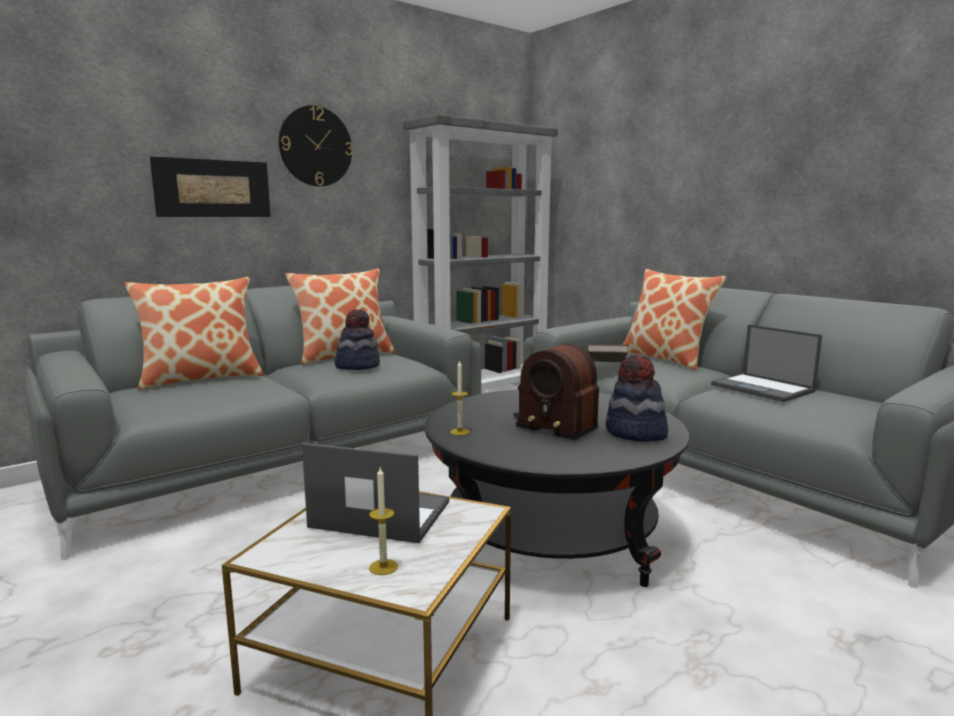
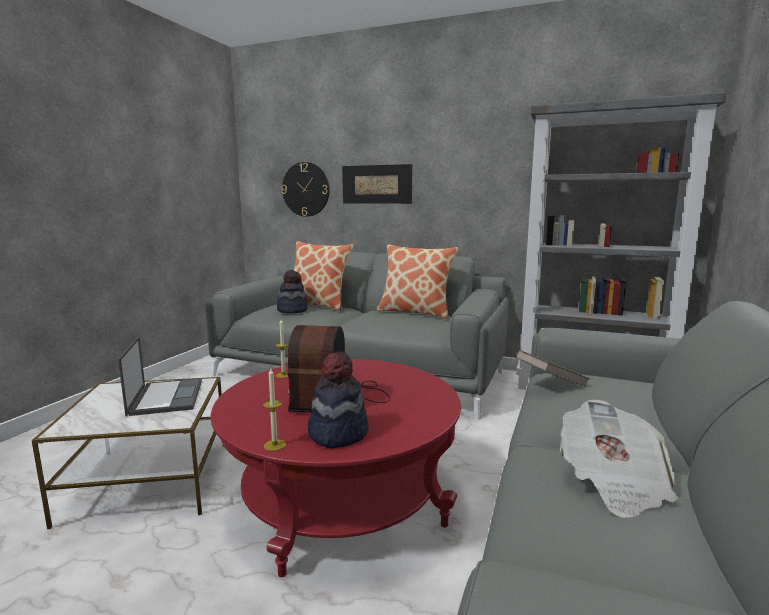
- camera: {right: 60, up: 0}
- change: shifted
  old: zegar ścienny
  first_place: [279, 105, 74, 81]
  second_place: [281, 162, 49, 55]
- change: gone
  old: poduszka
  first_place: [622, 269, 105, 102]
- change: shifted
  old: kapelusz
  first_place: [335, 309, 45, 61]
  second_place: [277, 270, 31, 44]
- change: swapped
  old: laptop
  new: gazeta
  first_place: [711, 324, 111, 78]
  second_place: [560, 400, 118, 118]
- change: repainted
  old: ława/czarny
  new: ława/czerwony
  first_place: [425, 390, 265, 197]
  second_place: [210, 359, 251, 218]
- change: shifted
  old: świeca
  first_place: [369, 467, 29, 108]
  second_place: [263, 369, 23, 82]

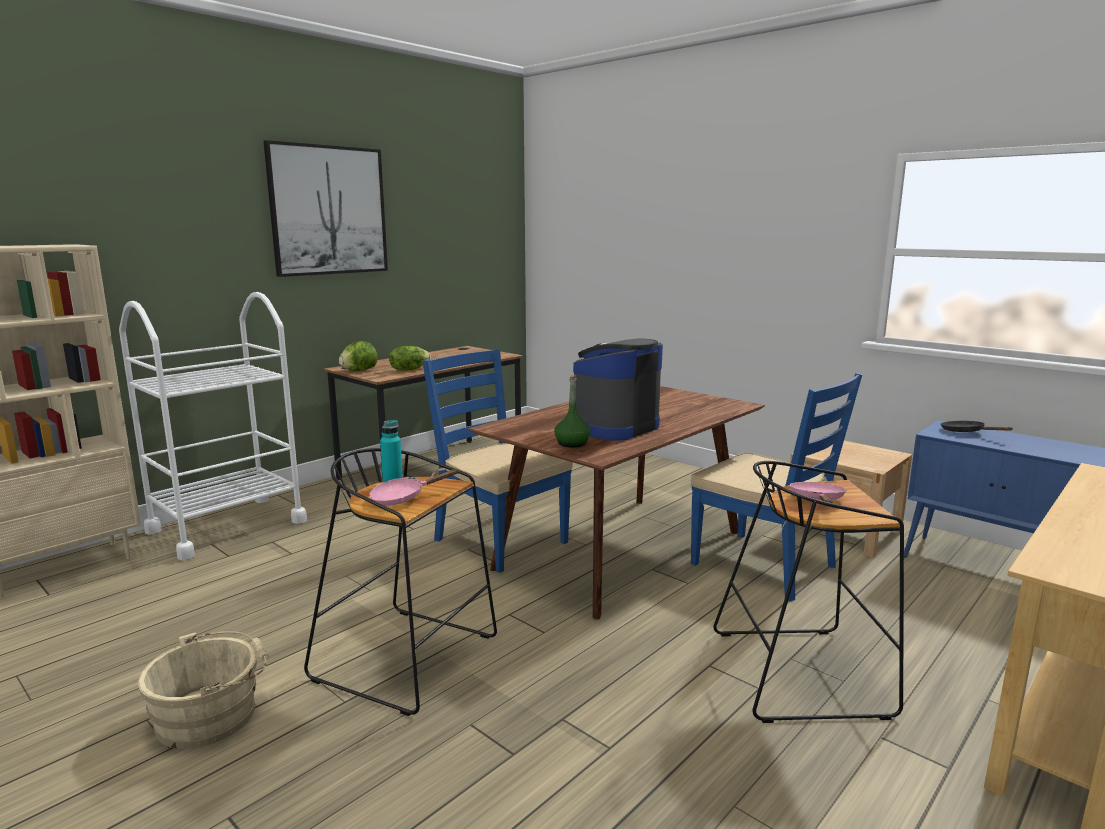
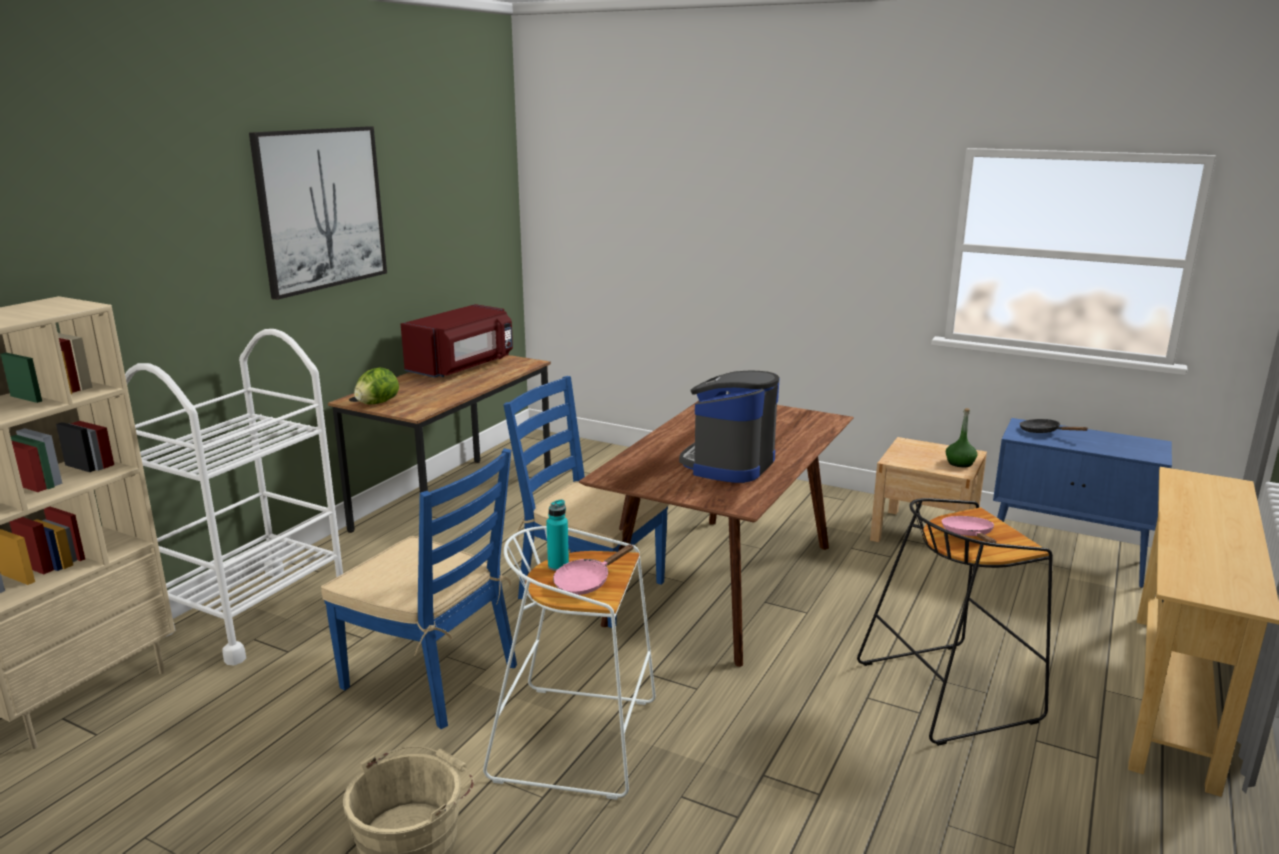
- camera: {right: -15, up: 5}
- change: gone
  old: sałata
  first_place: [389, 346, 41, 25]
- change: shifted
  old: krzesło/niebieski
  first_place: [691, 372, 171, 229]
  second_place: [321, 448, 196, 281]
- change: shifted
  old: butelka/zielony
  first_place: [554, 375, 37, 72]
  second_place: [946, 408, 31, 59]
- change: repainted
  old: stołek/czarny
  new: stołek/biały
  first_place: [304, 448, 193, 268]
  second_place: [483, 526, 173, 274]
- change: new
  new: mikrofalówka/czerwony
  second_place: [401, 304, 112, 74]

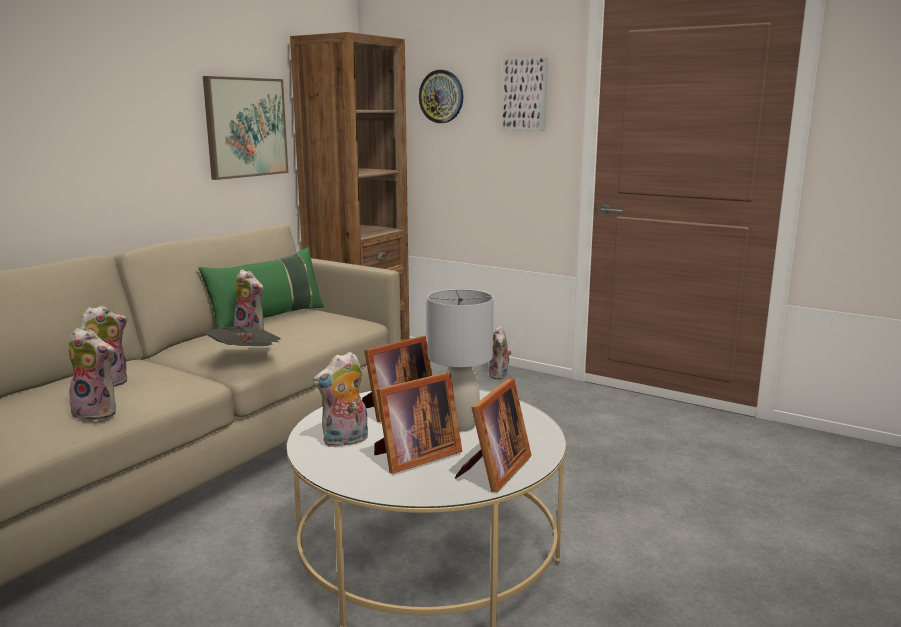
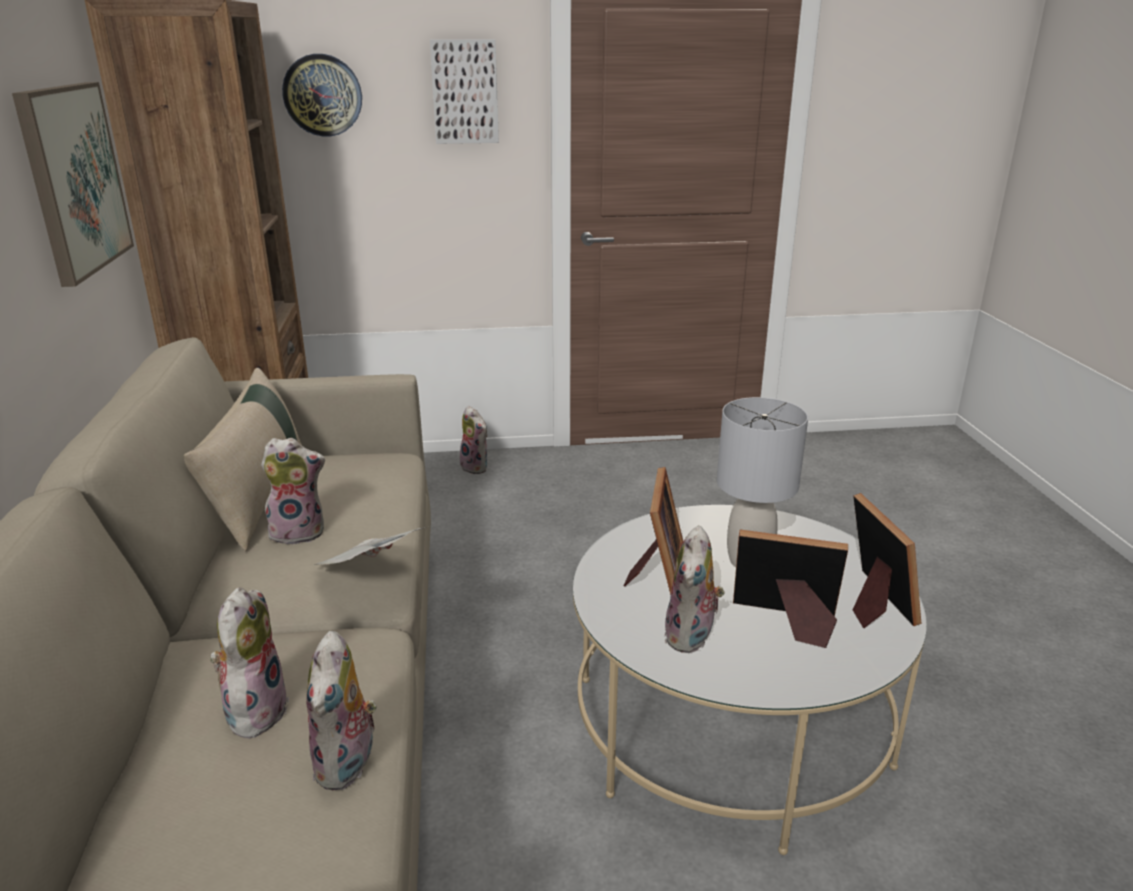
- camera: {right: -40, up: 10}
- change: repainted
  old: poduszka/zielony
  new: poduszka/beżowy
  first_place: [199, 247, 125, 82]
  second_place: [184, 368, 118, 183]
- change: rotated
  old: pluszak
  first_place: [68, 328, 48, 92]
  second_place: [306, 631, 71, 159]
  degrees: 120
- change: rotated
  old: ramka na zdjęcie
  first_place: [374, 372, 88, 102]
  second_place: [733, 530, 115, 118]
  degrees: -90

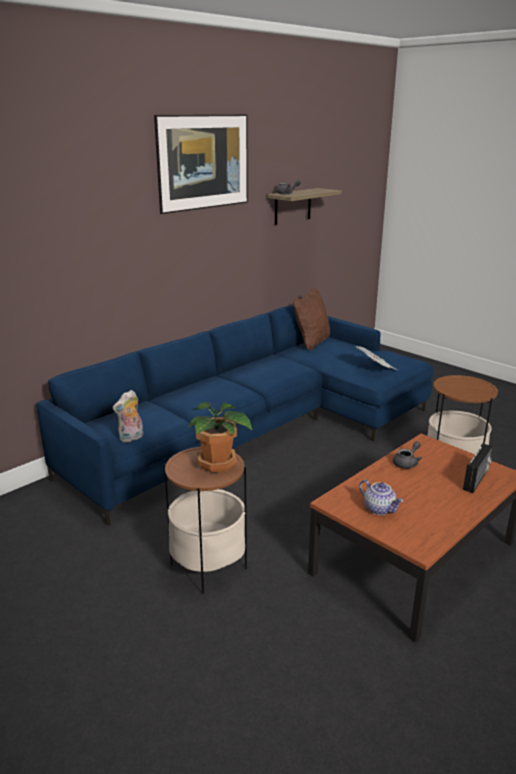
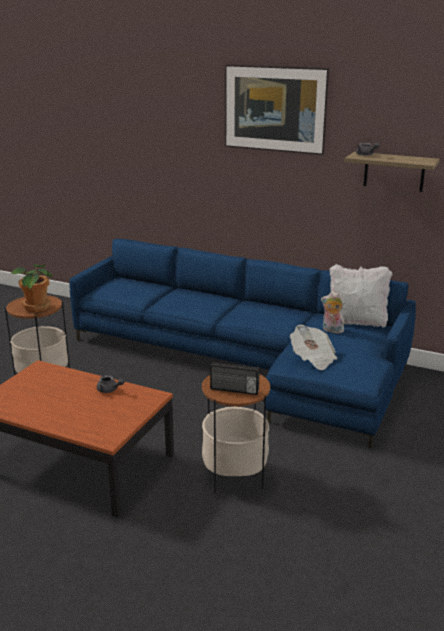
- camera: {right: 70, up: 0}
- change: repainted
  old: poduszka/brązowy
  new: poduszka/biały
  first_place: [293, 288, 37, 63]
  second_place: [330, 264, 62, 64]
- change: shifted
  old: pluszak
  first_place: [113, 390, 30, 52]
  second_place: [321, 292, 23, 42]
- change: shifted
  old: radio
  first_place: [463, 443, 29, 50]
  second_place: [210, 361, 50, 34]
- change: gone
  old: imbryk
  first_place: [359, 479, 44, 36]

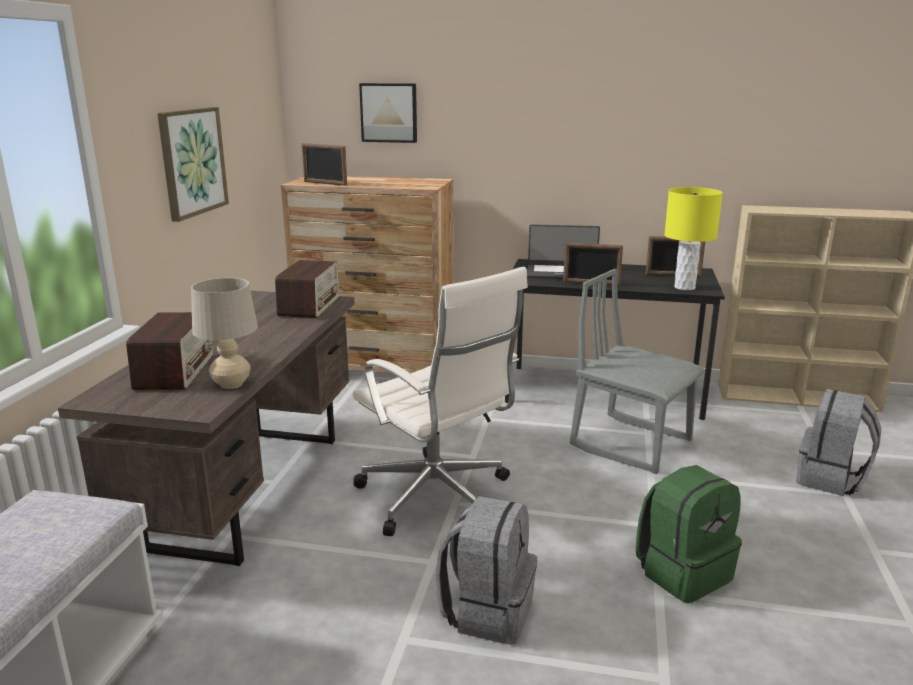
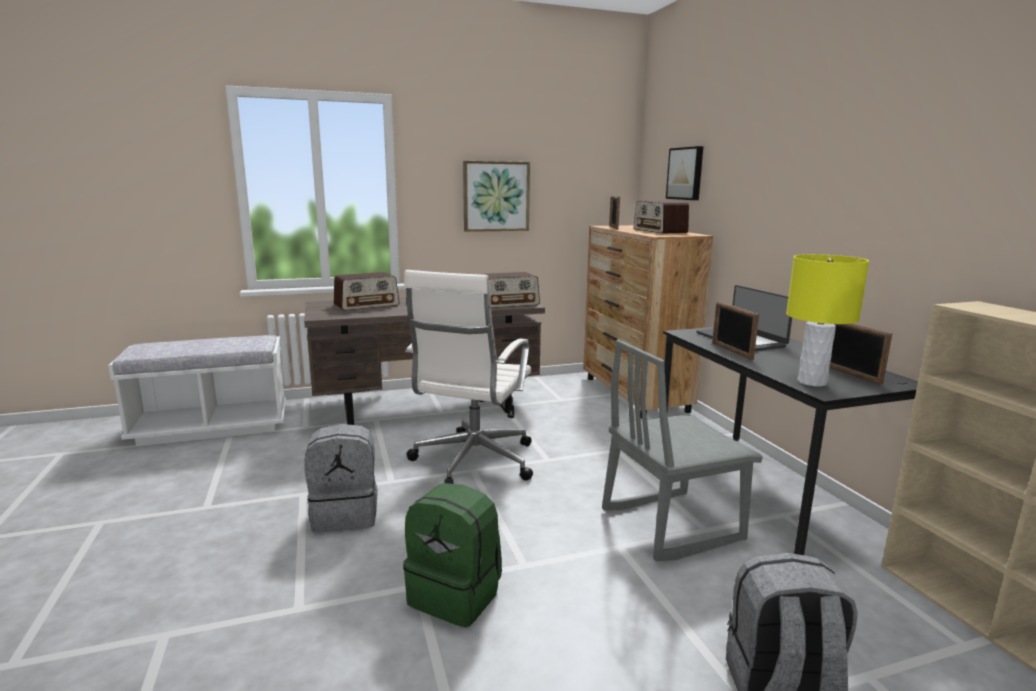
- camera: {right: 60, up: -5}
- change: rotated
  old: krzesło/szary
  first_place: [570, 269, 135, 205]
  second_place: [602, 340, 161, 222]
  degrees: -120
- change: gone
  old: lampa stołowa/beżowy
  first_place: [191, 278, 67, 111]
- change: new
  new: radio
  second_place: [634, 201, 55, 33]

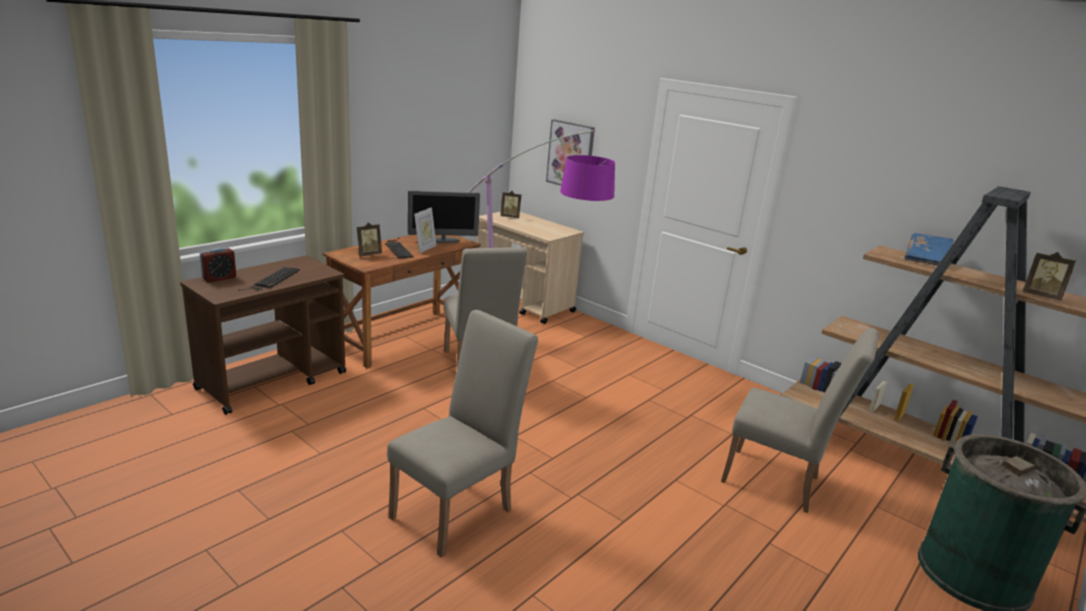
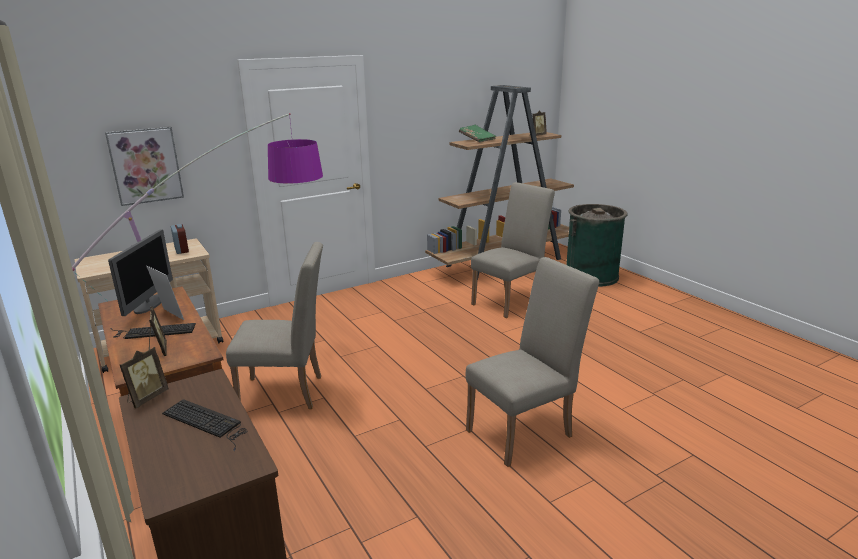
- camera: {right: -70, up: 0}
- change: shifted
  old: ramka na zdjęcie
  first_place: [500, 191, 21, 27]
  second_place: [120, 347, 49, 61]
- change: repainted
  old: książka/niebieski
  new: książka/zielony
  first_place: [904, 233, 50, 33]
  second_place: [459, 125, 37, 18]
- change: shifted
  old: budzik
  first_place: [200, 247, 36, 35]
  second_place: [171, 224, 18, 30]
- change: rotated
  old: krzesło/beżowy
  first_place: [387, 310, 151, 248]
  second_place: [466, 257, 133, 210]
  degrees: 90

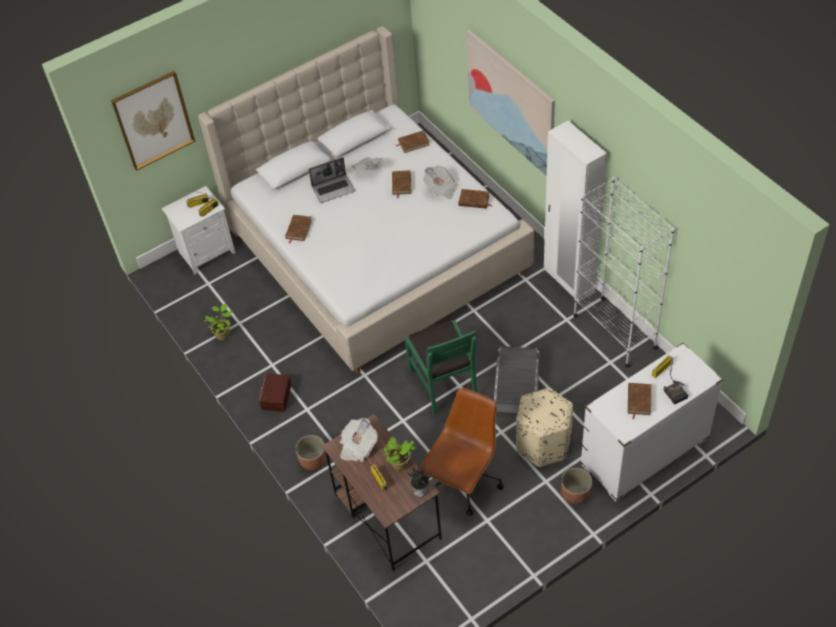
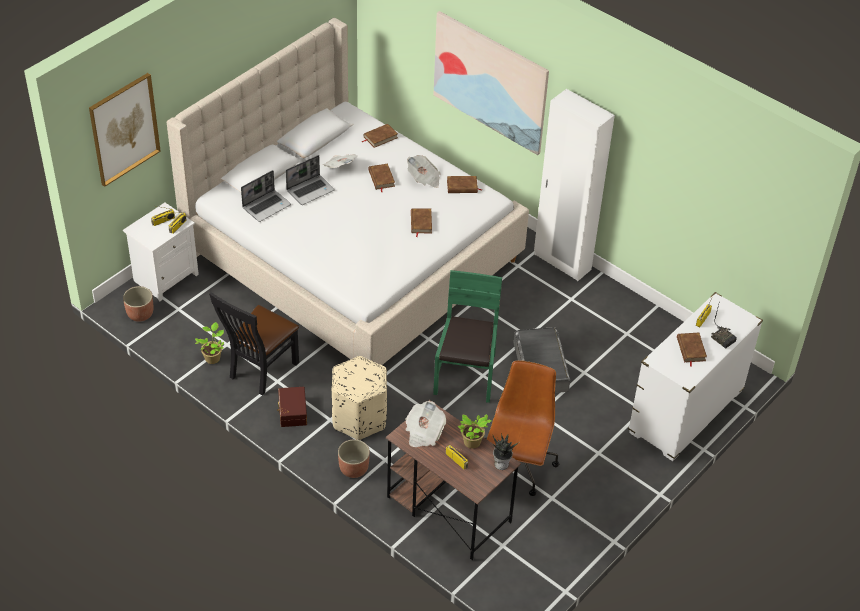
- camera: {right: -20, up: -5}
- change: gone
  old: regał/biały
  first_place: [573, 177, 102, 191]
- change: shifted
  old: książka/brązowy
  first_place: [285, 215, 27, 28]
  second_place: [411, 208, 21, 29]
- change: rotated
  old: krzesło/zielony
  first_place: [405, 320, 73, 94]
  second_place: [433, 270, 69, 133]
  degrees: -135
- change: shifted
  old: pufa/beżowy
  first_place: [516, 388, 57, 79]
  second_place: [332, 356, 55, 84]
- change: shifted
  old: donica
  first_place: [561, 468, 31, 37]
  second_place: [123, 286, 30, 36]
- change: new
  new: laptop
  second_place: [241, 170, 50, 52]
- change: new
  new: krzesło/czarny
  second_place: [209, 292, 90, 104]

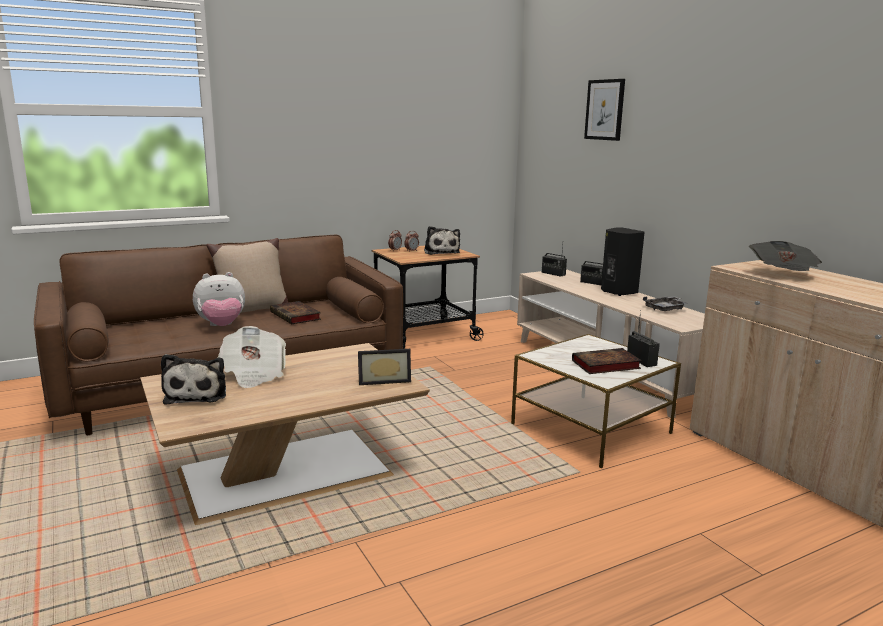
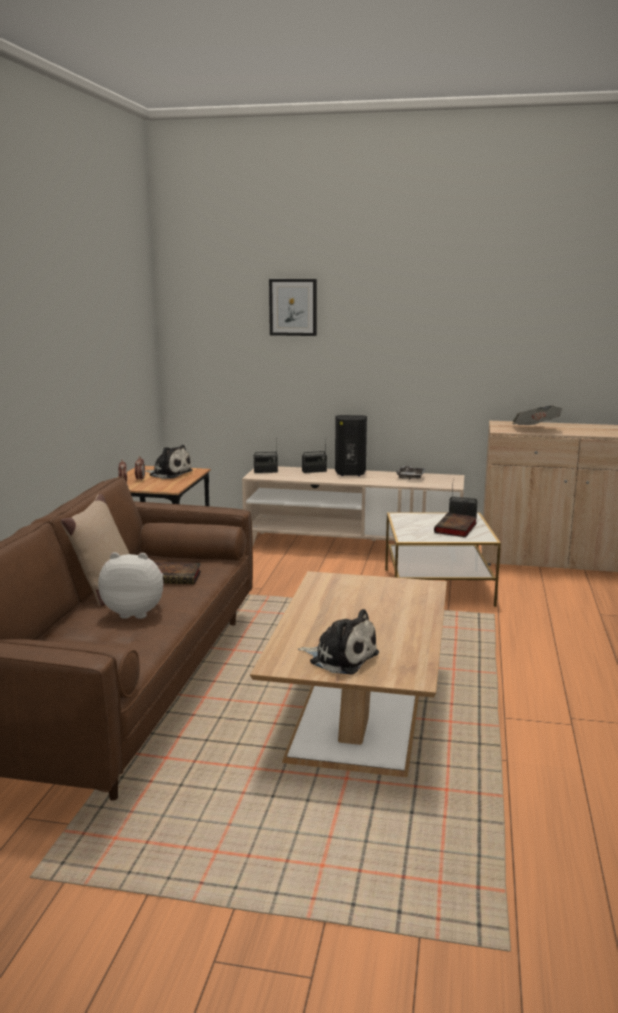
- camera: {right: -50, up: 0}
- change: rotated
  old: pluszak
  first_place: [193, 272, 52, 54]
  second_place: [98, 552, 65, 67]
  degrees: -105
- change: gone
  old: gazeta
  first_place: [217, 326, 69, 62]
- change: gone
  old: ramka na zdjęcie
  first_place: [358, 349, 53, 36]

